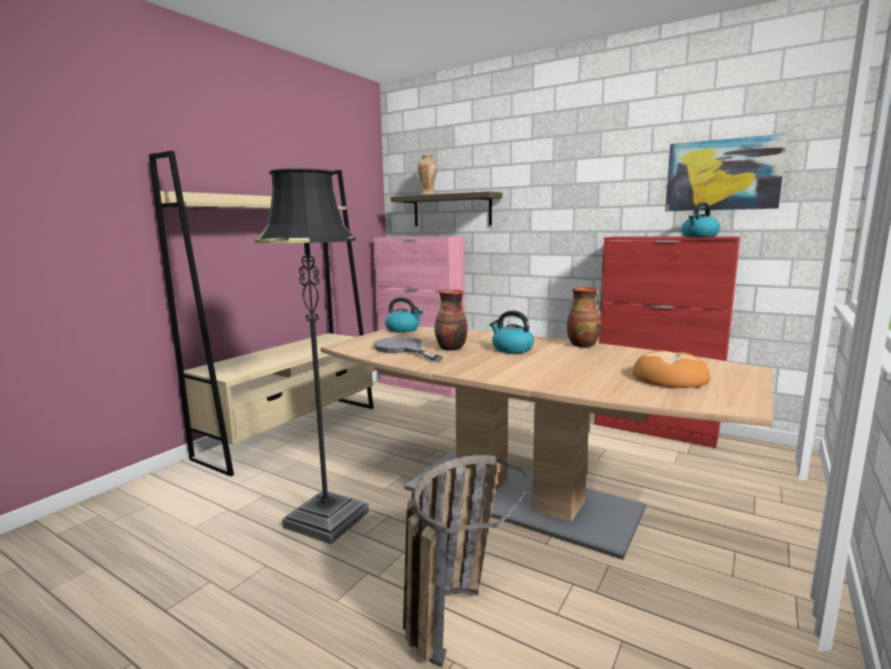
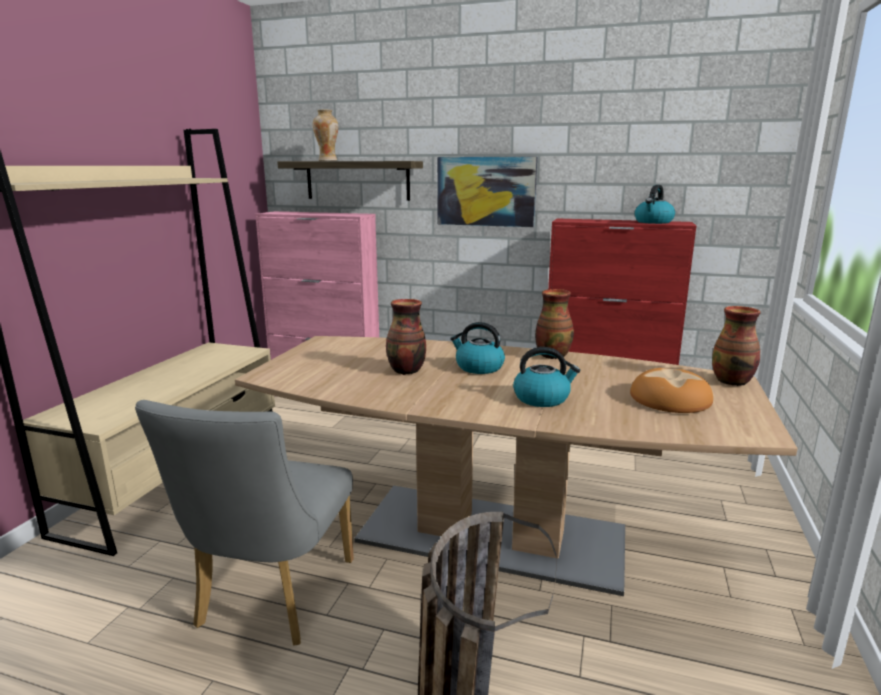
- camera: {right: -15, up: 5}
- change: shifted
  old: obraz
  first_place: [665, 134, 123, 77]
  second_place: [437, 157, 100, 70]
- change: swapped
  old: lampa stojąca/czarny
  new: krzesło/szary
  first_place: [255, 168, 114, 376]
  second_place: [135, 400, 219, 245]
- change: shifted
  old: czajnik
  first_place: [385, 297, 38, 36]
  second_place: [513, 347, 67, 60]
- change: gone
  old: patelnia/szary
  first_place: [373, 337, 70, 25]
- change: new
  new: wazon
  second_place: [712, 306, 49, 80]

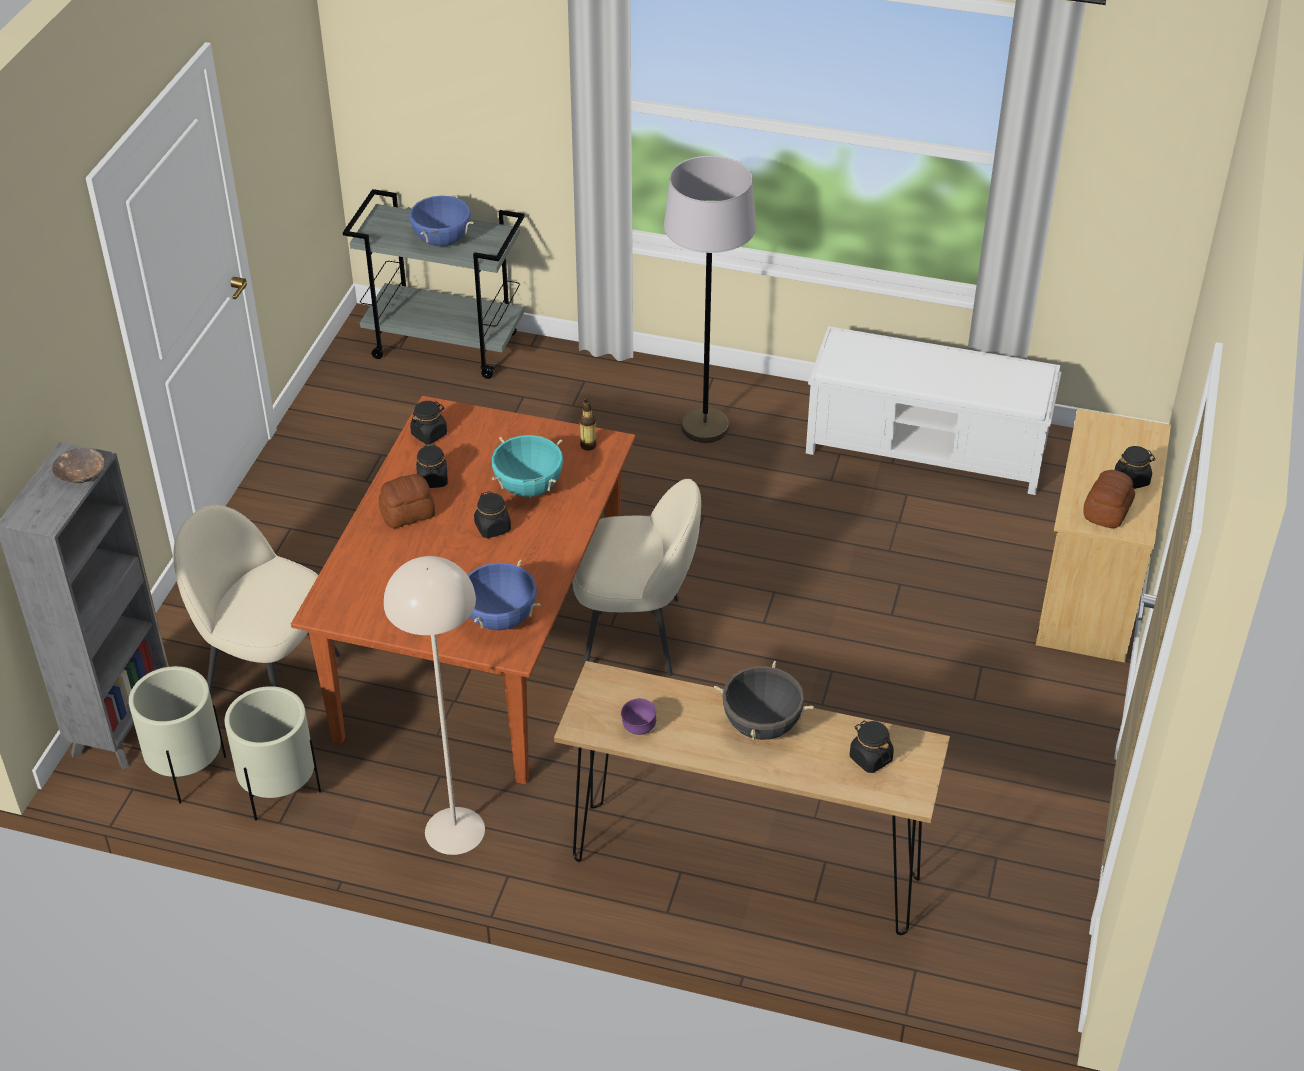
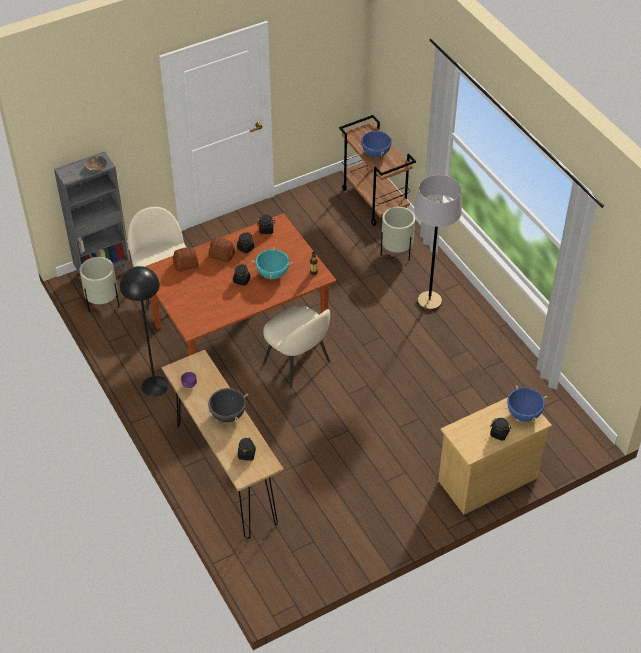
- camera: {right: 45, up: 5}
- change: repainted
  old: wózek/szary
  new: wózek/brązowy
  first_place: [343, 189, 182, 190]
  second_place: [339, 115, 77, 111]
- change: gone
  old: ławka/biały
  first_place: [806, 326, 255, 169]
- change: shifted
  old: chleb
  first_place: [1083, 470, 52, 58]
  second_place: [173, 247, 26, 24]
- change: repainted
  old: lampa stojąca/beżowy
  new: lampa stojąca/czarny
  first_place: [384, 556, 101, 299]
  second_place: [120, 266, 49, 131]
- change: shifted
  old: garnek/niebieski
  first_place: [468, 560, 73, 71]
  second_place: [505, 385, 42, 37]
- change: shifted
  old: donica/beżowy
  first_place: [225, 686, 96, 135]
  second_place: [381, 207, 34, 54]

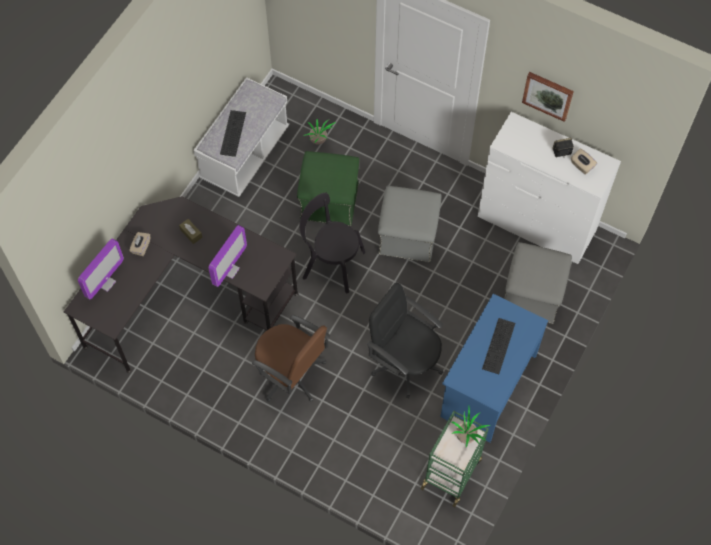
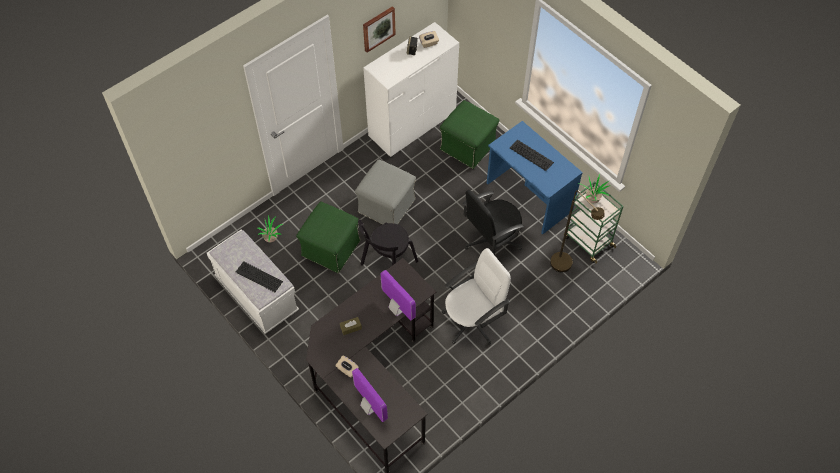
- camera: {right: -70, up: -5}
- change: repainted
  old: pufa/szary
  new: pufa/zielony
  first_place: [504, 242, 68, 82]
  second_place: [440, 100, 59, 69]
- change: repainted
  old: krzesło biurowe/brązowy
  new: krzesło biurowe/biały
  first_place: [252, 315, 78, 87]
  second_place: [442, 248, 69, 97]
- change: new
  new: lampa stojąca/brązowy
  second_place: [550, 190, 55, 82]

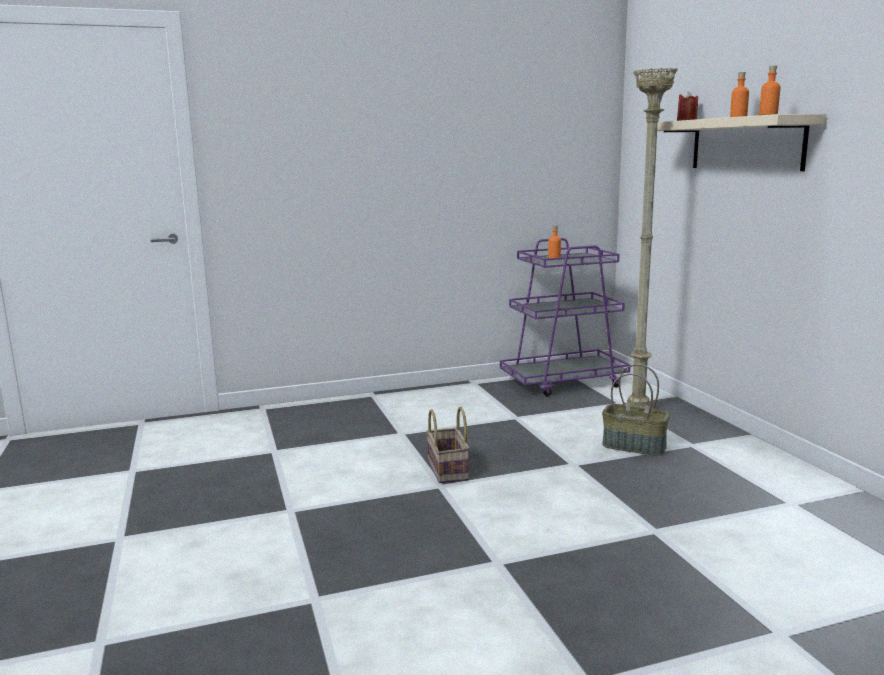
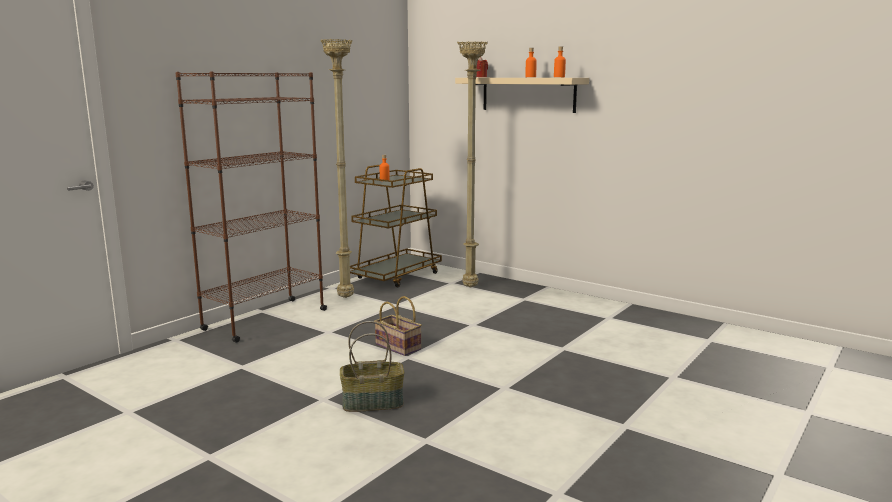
- camera: {right: -35, up: 0}
- change: repainted
  old: wózek/fioletowy
  new: wózek/brązowy
  first_place: [500, 238, 130, 158]
  second_place: [350, 165, 92, 123]
- change: shifted
  old: koszyk
  first_place: [602, 364, 68, 92]
  second_place: [340, 321, 64, 91]
- change: new
  new: lampa stojąca/beżowy
  second_place: [321, 39, 33, 259]
- change: new
  new: regał/brązowy
  second_place: [175, 72, 152, 271]

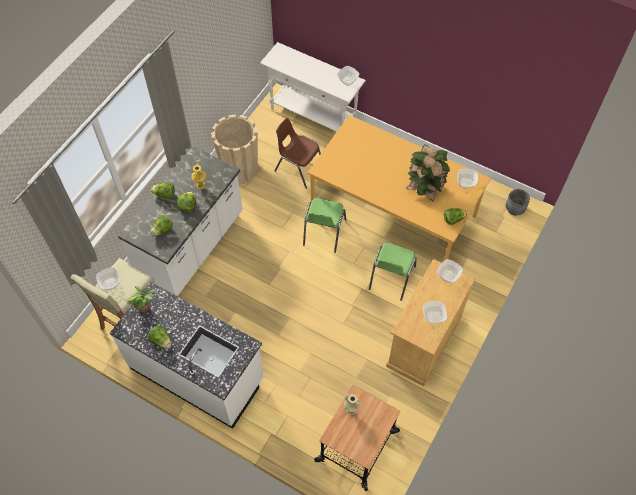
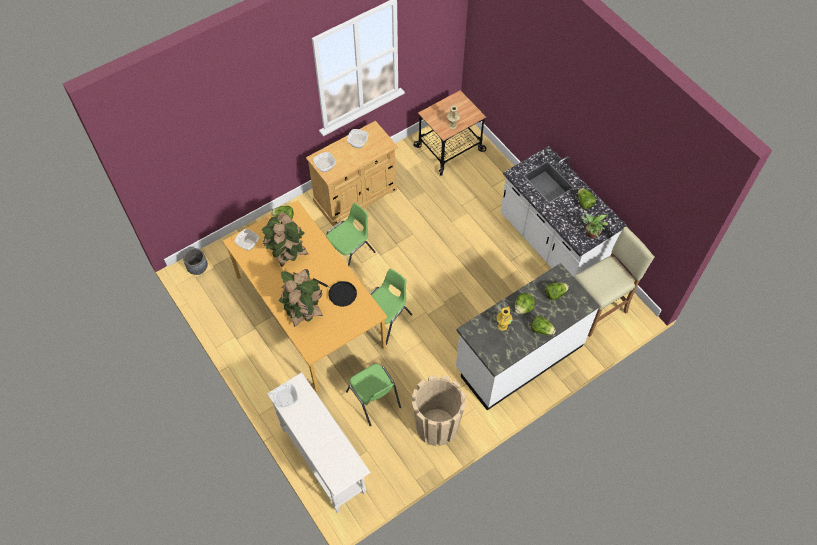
- camera: {right: -155, up: 0}
- change: repainted
  old: krzesło/brązowy
  new: krzesło/zielony
  first_place: [274, 118, 47, 71]
  second_place: [346, 364, 55, 62]
- change: gone
  old: miska
  first_place: [96, 267, 25, 23]
- change: new
  new: roślina doniczkowa
  second_place: [278, 269, 45, 58]
- change: new
  new: patelnia/czarny
  second_place: [312, 278, 45, 29]

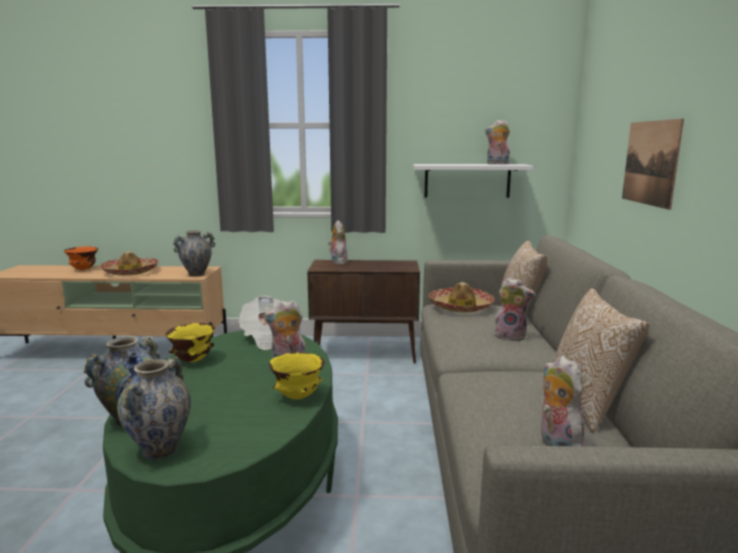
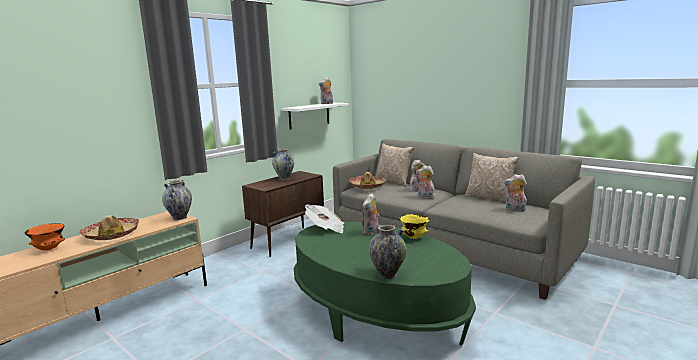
- camera: {right: -50, up: 0}
- change: gone
  old: obraz
  first_place: [622, 119, 62, 91]
- change: shifted
  old: pluszak
  first_place: [328, 220, 20, 45]
  second_place: [416, 165, 20, 34]
- change: gone
  old: miska/żółty
  first_place: [165, 323, 50, 39]
- change: shifted
  old: wazon
  first_place: [117, 357, 74, 103]
  second_place: [272, 149, 22, 31]

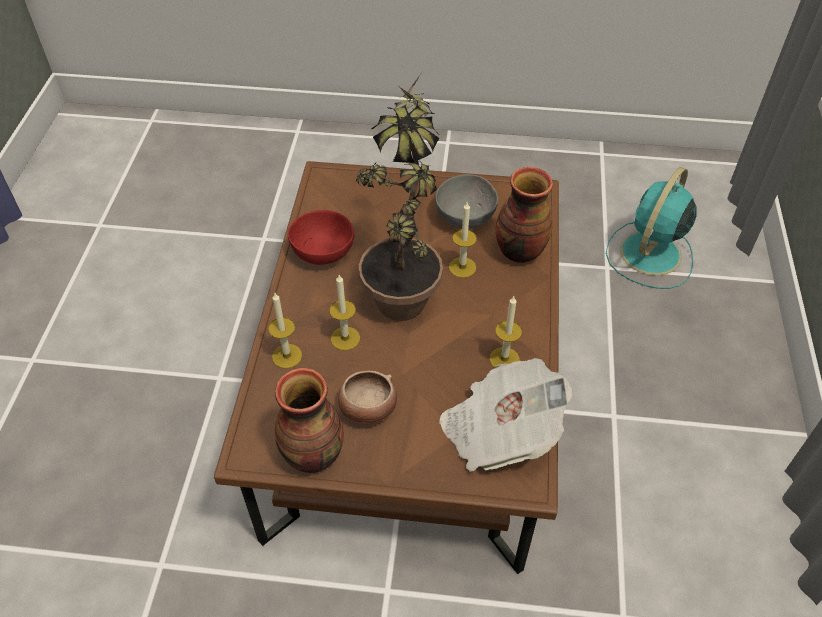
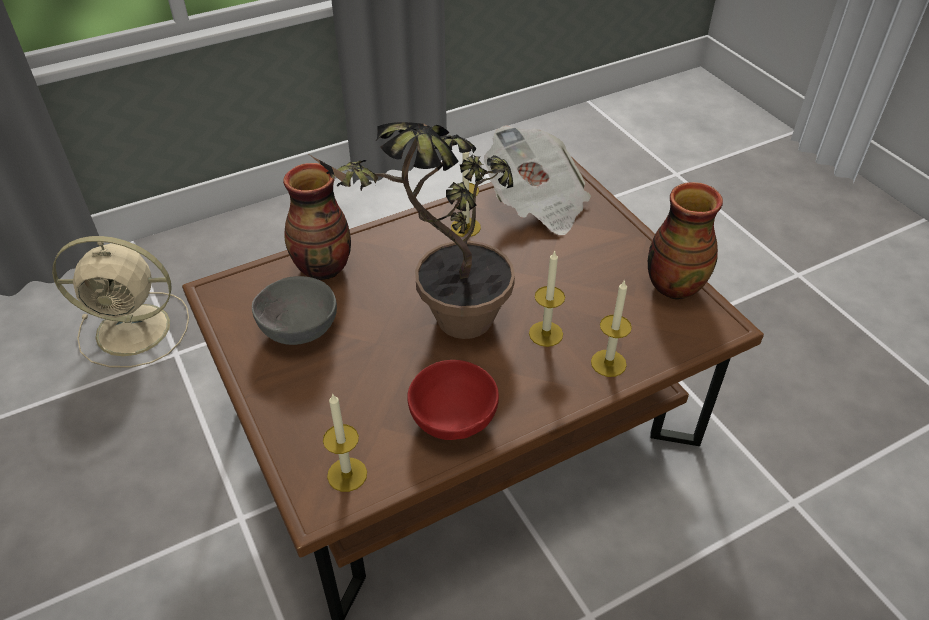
- camera: {right: -125, up: -5}
- change: repainted
  old: wentylator/turkusowy
  new: wentylator/beżowy
  first_place: [606, 167, 91, 122]
  second_place: [52, 236, 137, 132]
- change: shifted
  old: świeca
  first_place: [449, 202, 28, 76]
  second_place: [323, 393, 44, 99]
- change: gone
  old: miska
  first_place: [338, 370, 59, 54]

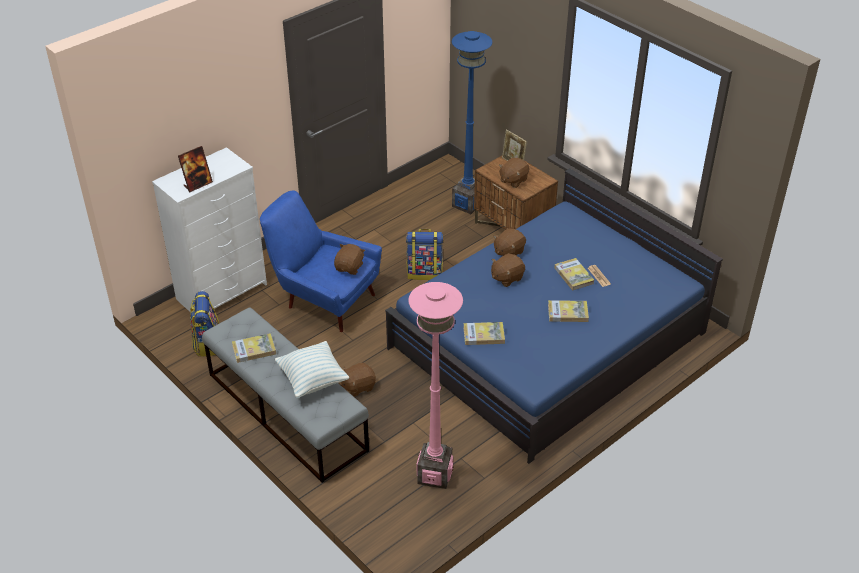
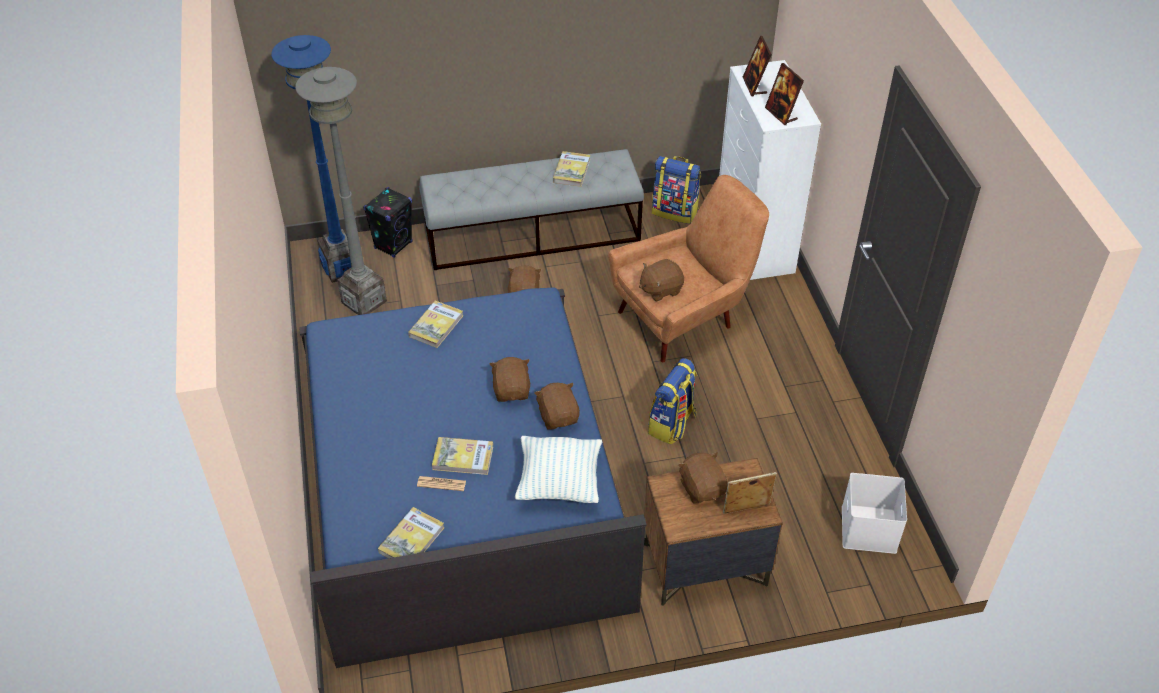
- camera: {right: 120, up: 5}
- change: shifted
  old: lampa stojąca/niebieski
  first_place: [452, 31, 40, 183]
  second_place: [271, 35, 80, 248]
- change: repainted
  old: fotel/niebieski
  new: fotel/brązowy
  first_place: [260, 190, 122, 142]
  second_place: [608, 175, 161, 187]
- change: rotated
  old: pluszak/brązowy
  first_place: [334, 244, 31, 31]
  second_place: [639, 259, 45, 43]
  degrees: 105
- change: repainted
  old: lampa stojąca/różowy
  new: lampa stojąca/szary
  first_place: [408, 282, 55, 207]
  second_place: [295, 67, 92, 248]
- change: shifted
  old: książka
  first_place: [548, 300, 41, 22]
  second_place: [378, 507, 66, 51]
- change: shifted
  old: poduszka
  first_place: [274, 341, 75, 57]
  second_place: [515, 436, 87, 67]
- change: new
  new: ramka na zdjęcie
  second_place: [765, 63, 39, 62]
- change: new
  new: głośnik/czarny
  second_place: [363, 187, 50, 71]
- change: new
  new: pojemnik do przechowywania/biały
  second_place: [842, 473, 65, 81]

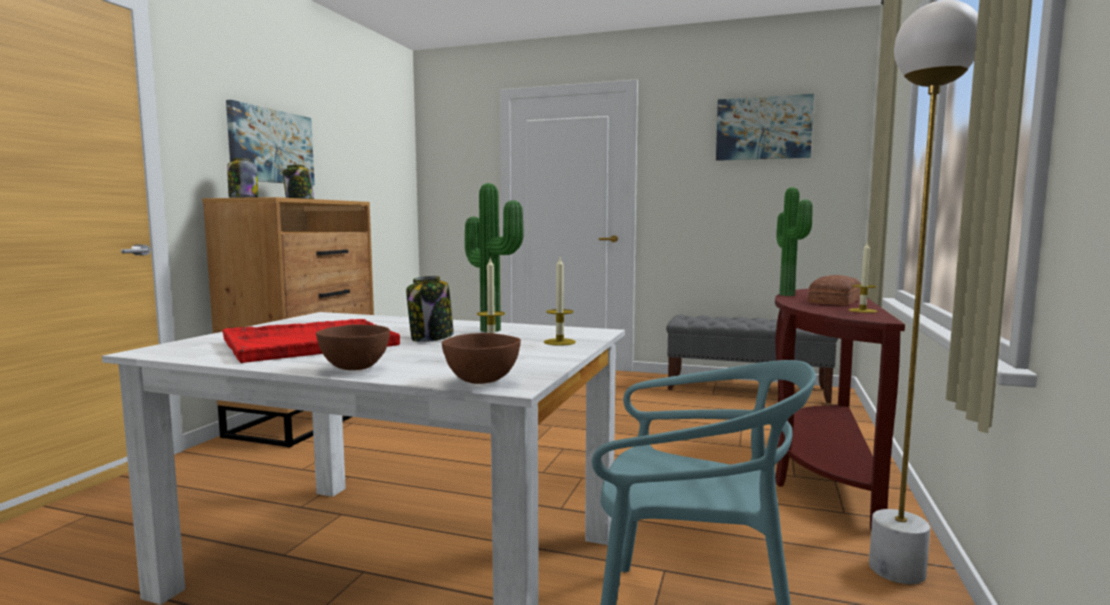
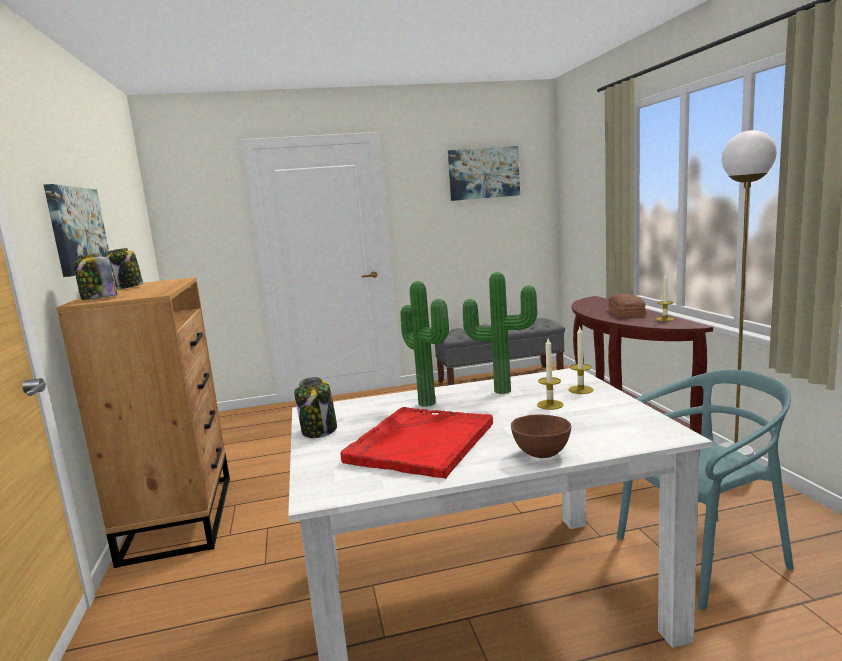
- camera: {right: -30, up: 5}
- change: shifted
  old: roślina doniczkowa
  first_place: [776, 187, 37, 109]
  second_place: [400, 281, 49, 126]
- change: shifted
  old: słoik
  first_place: [406, 276, 48, 66]
  second_place: [294, 377, 43, 61]
- change: gone
  old: miska/brązowy
  first_place: [442, 333, 79, 51]

